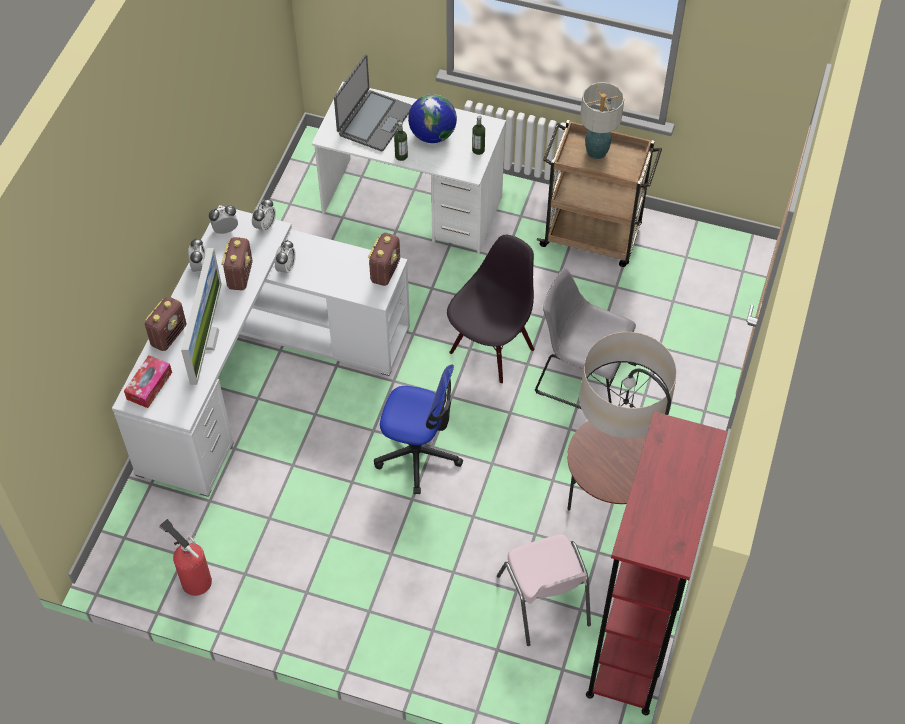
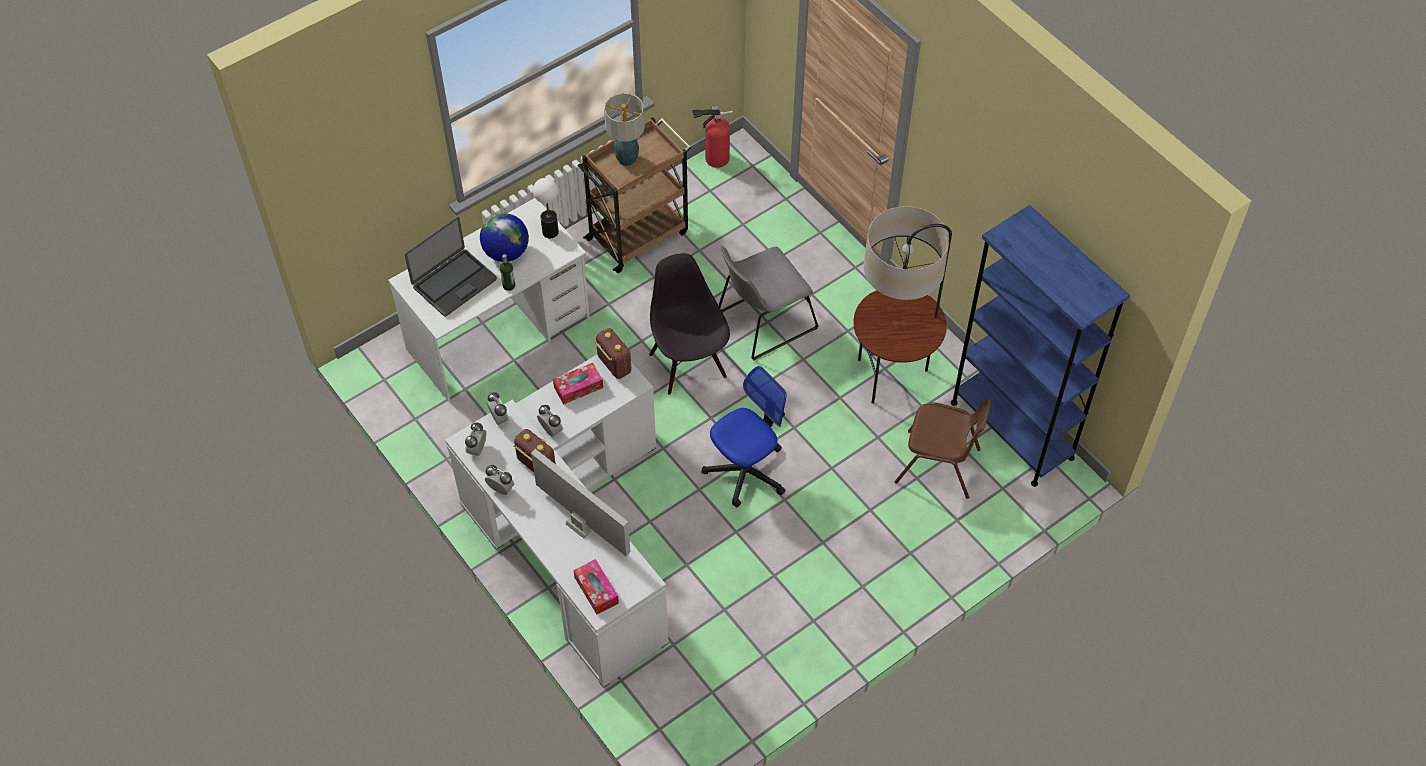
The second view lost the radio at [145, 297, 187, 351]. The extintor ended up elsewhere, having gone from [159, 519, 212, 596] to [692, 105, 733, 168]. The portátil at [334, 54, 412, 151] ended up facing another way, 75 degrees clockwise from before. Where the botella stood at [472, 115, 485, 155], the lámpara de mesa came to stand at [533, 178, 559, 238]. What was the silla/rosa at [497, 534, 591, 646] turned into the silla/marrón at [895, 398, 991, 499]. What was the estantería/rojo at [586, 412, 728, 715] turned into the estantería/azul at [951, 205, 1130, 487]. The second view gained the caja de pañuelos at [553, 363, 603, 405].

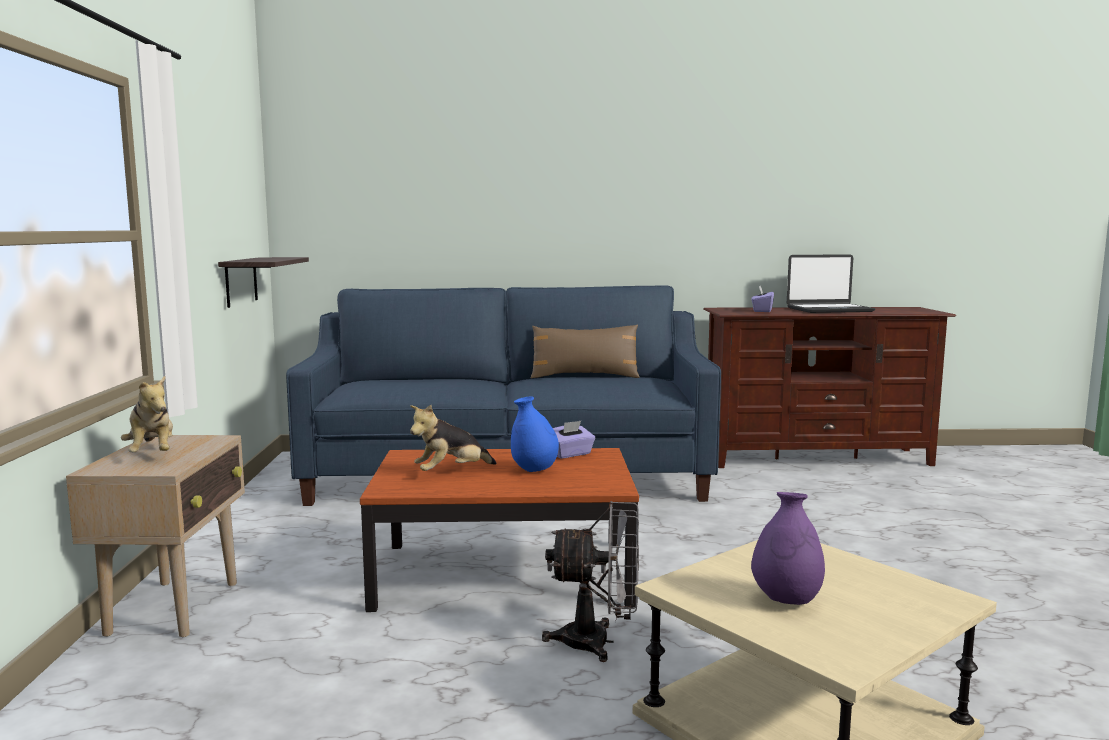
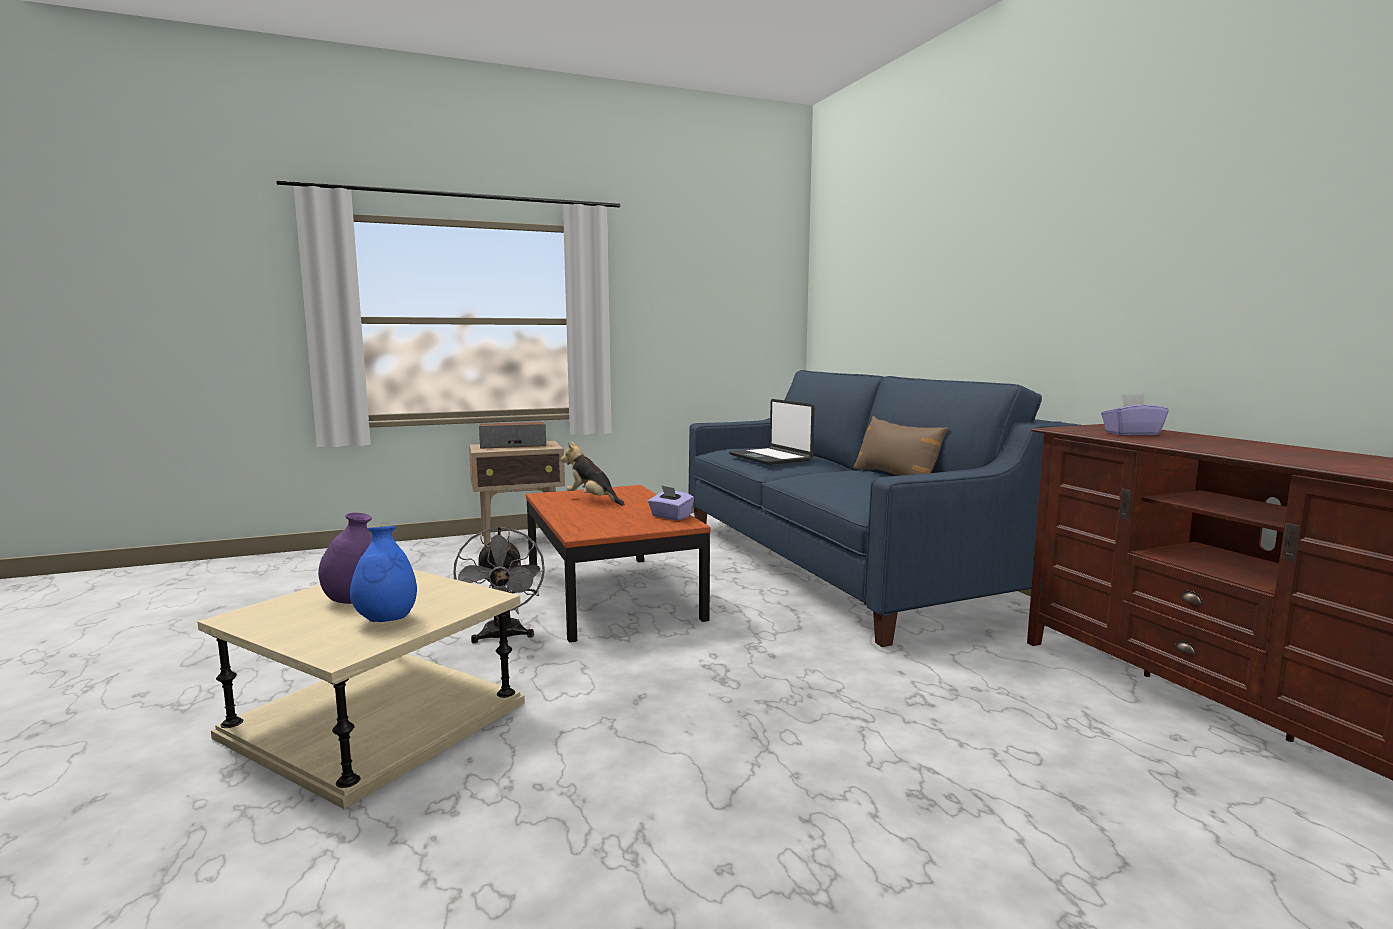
Where the peluche stood at [121, 376, 173, 452], the altavoz came to stand at [479, 422, 546, 449]. The second view lost the estante at [218, 257, 309, 308]. The florero/azul ended up elsewhere, having gone from [511, 396, 559, 472] to [350, 526, 417, 622]. The portátil ended up elsewhere, having gone from [787, 254, 875, 313] to [729, 399, 815, 465].

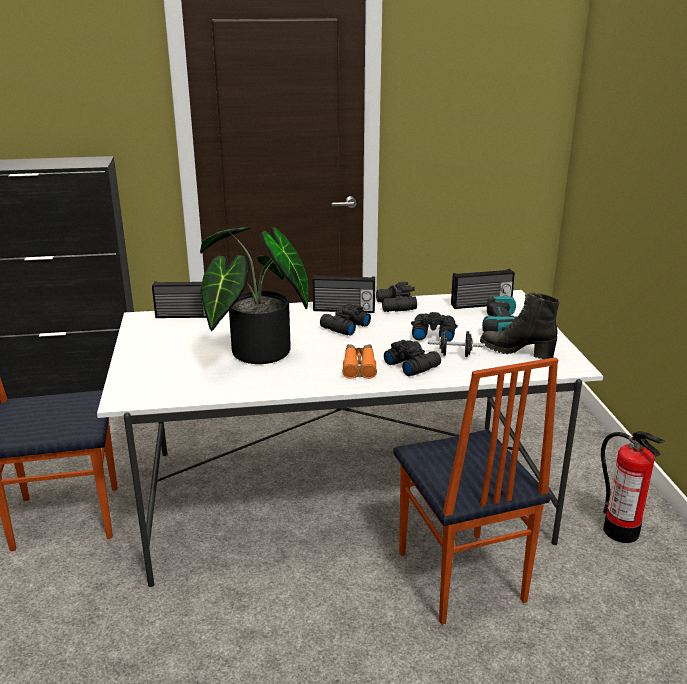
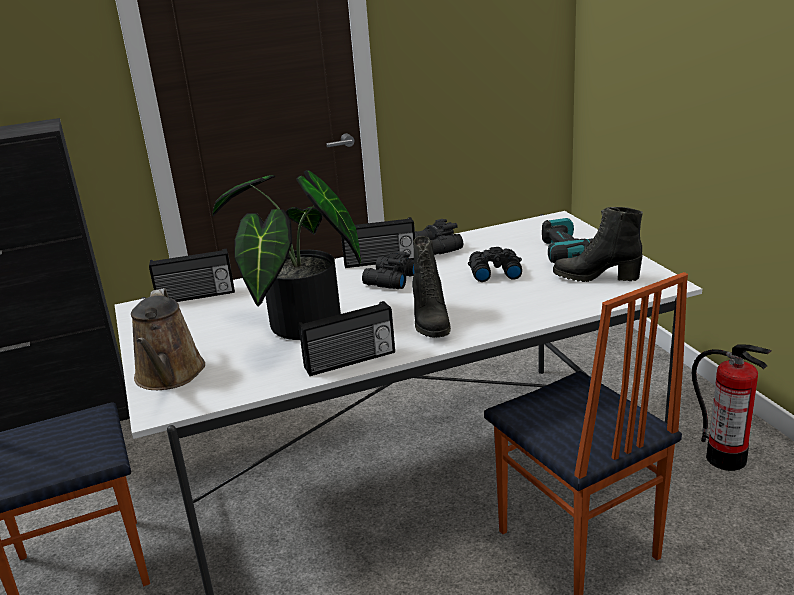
Where the prismáticos/naranja stood at [343, 344, 377, 379], the bota/negro came to stand at [412, 236, 451, 338]. The second view lost the prismáticos/negro at [384, 340, 441, 376]. The second view lost the mancuerna/negro at [428, 330, 485, 357]. The radio ended up elsewhere, having gone from [451, 269, 515, 309] to [298, 301, 395, 376]. The second view gained the regadera/marrón at [131, 288, 205, 390].

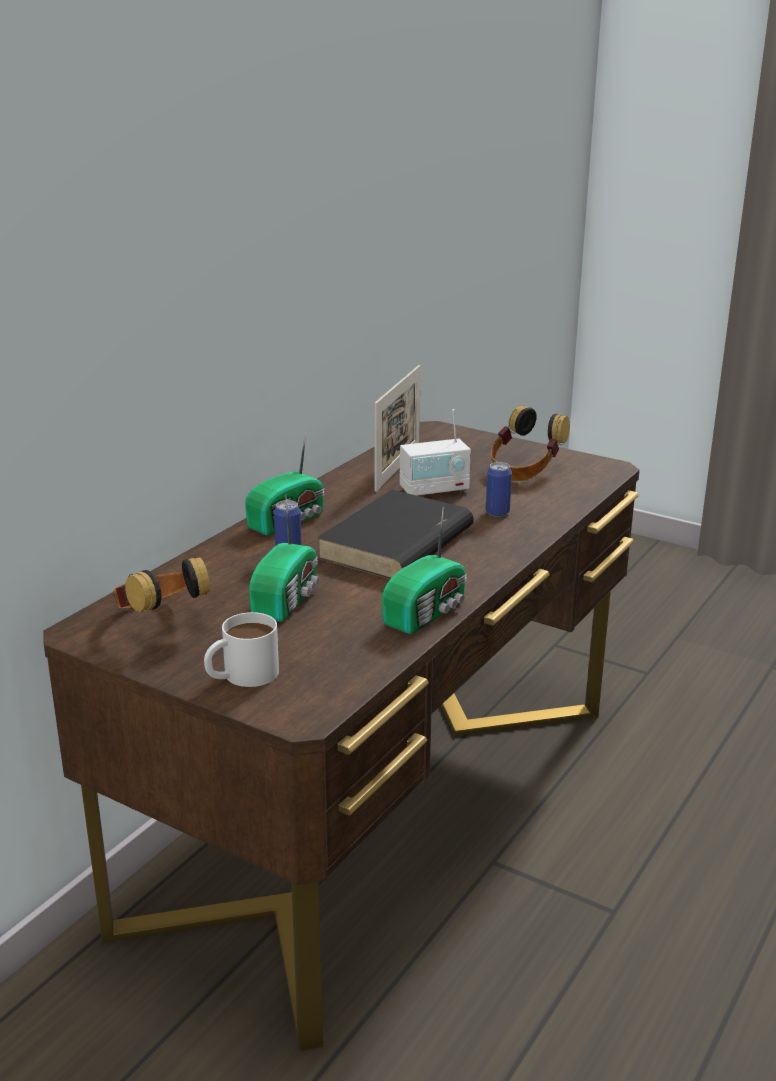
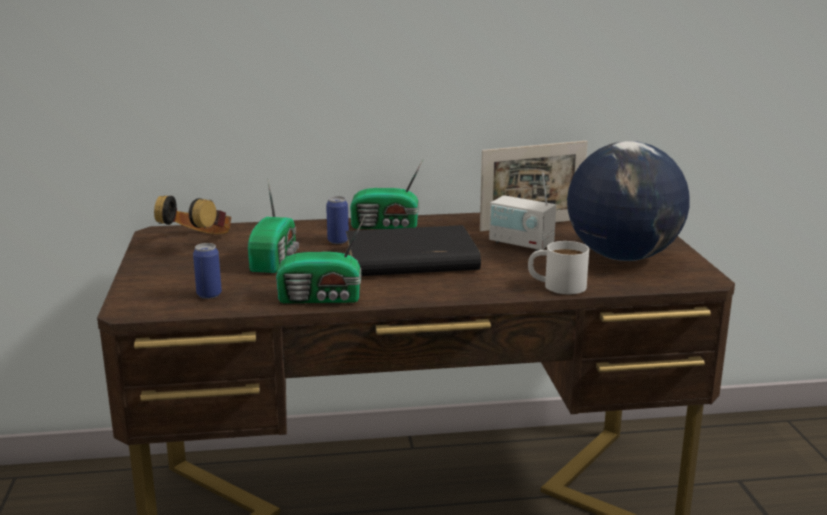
The taza grande/blanco ended up elsewhere, having gone from [204, 612, 279, 687] to [528, 241, 589, 294]. The radio at [249, 495, 320, 622] ended up facing another way, 60 degrees counterclockwise from before. The lata ended up elsewhere, having gone from [486, 462, 512, 517] to [193, 243, 222, 299]. Where the auriculares stood at [491, 406, 570, 481], the globo terráqueo came to stand at [567, 141, 689, 261].

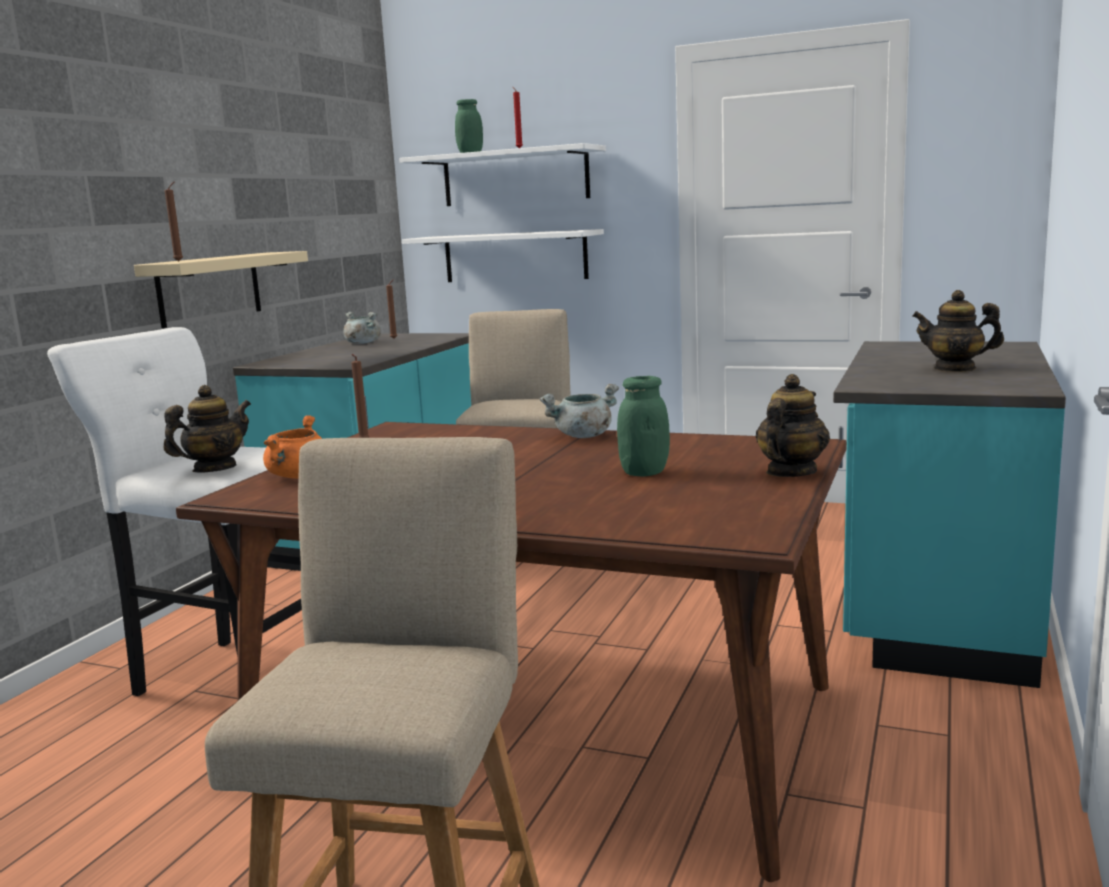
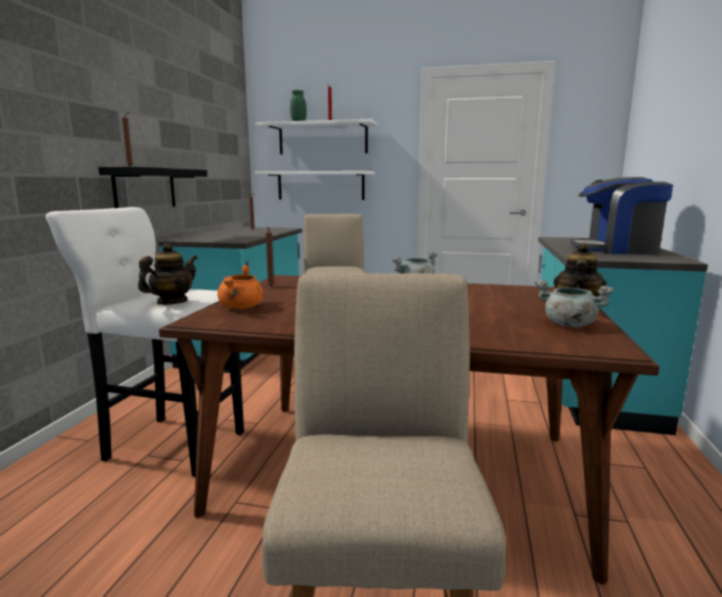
What was the estante/beis at [134, 251, 308, 328] turned into the estante/negro at [98, 167, 207, 208]. The olla/gris ended up elsewhere, having gone from [343, 312, 381, 344] to [535, 280, 614, 327]. The second view lost the tarro/verde at [617, 376, 670, 476]. Where the tetera stood at [912, 290, 1004, 372], the cafetera came to stand at [570, 177, 673, 254].

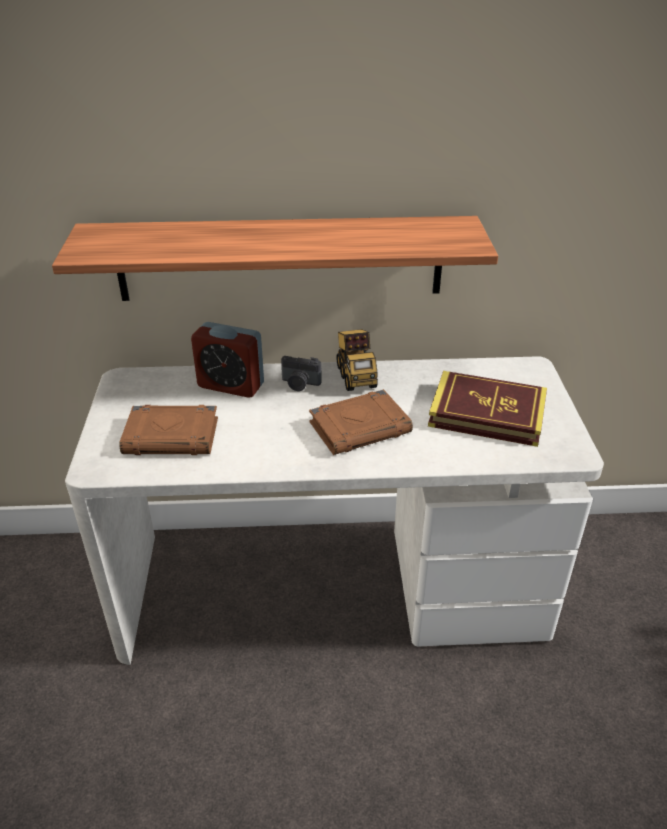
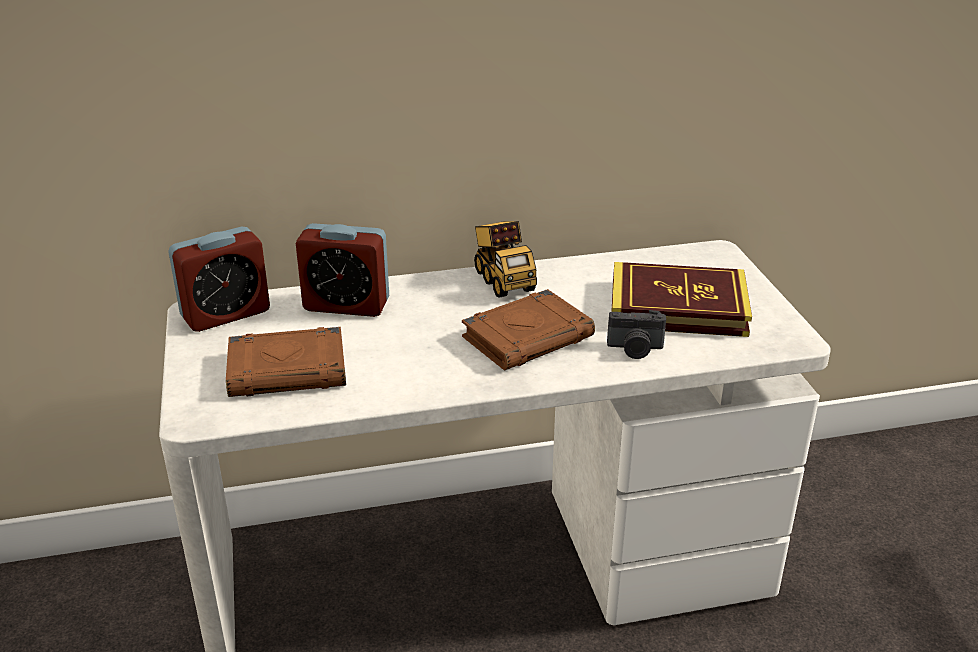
The second view lost the estante at [52, 216, 498, 301]. The cámara ended up elsewhere, having gone from [281, 356, 322, 391] to [607, 310, 666, 359]. The second view gained the despertador at [168, 227, 270, 332].

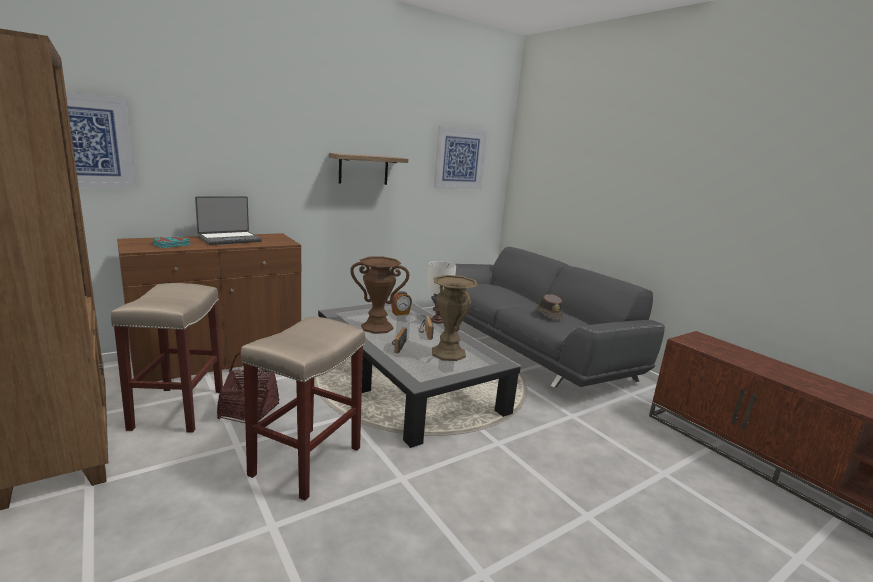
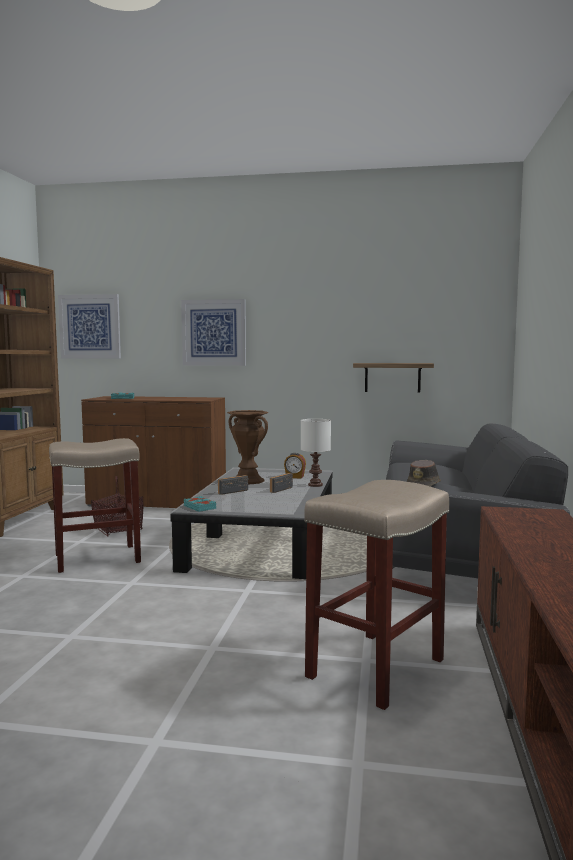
The taburete/beis ended up elsewhere, having gone from [111, 283, 223, 433] to [304, 480, 449, 710]. The second view lost the portátil at [195, 196, 262, 245]. The estante ended up elsewhere, having gone from [329, 153, 408, 185] to [353, 363, 434, 392]. The second view lost the florero/marrón at [432, 275, 478, 361]. The cuadro ended up elsewhere, having gone from [434, 126, 487, 189] to [181, 299, 246, 366]. The second view gained the libro/turquesa at [184, 496, 217, 512].

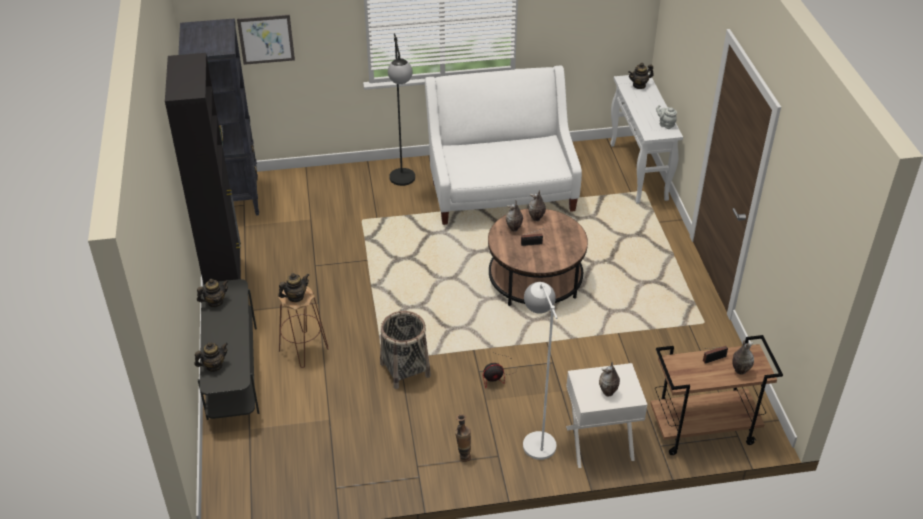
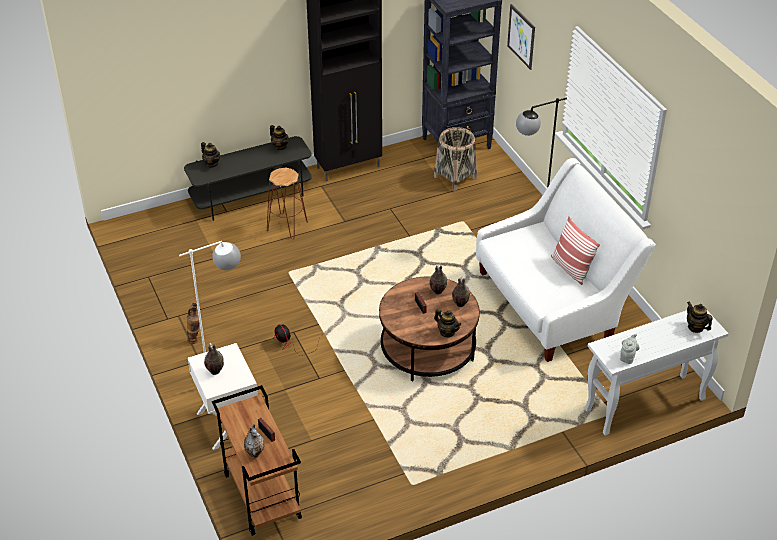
The tetera ended up elsewhere, having gone from [279, 273, 309, 302] to [434, 308, 461, 337]. The cesta ended up elsewhere, having gone from [380, 311, 431, 389] to [434, 127, 477, 191]. The second view gained the cojín at [551, 216, 600, 285].

